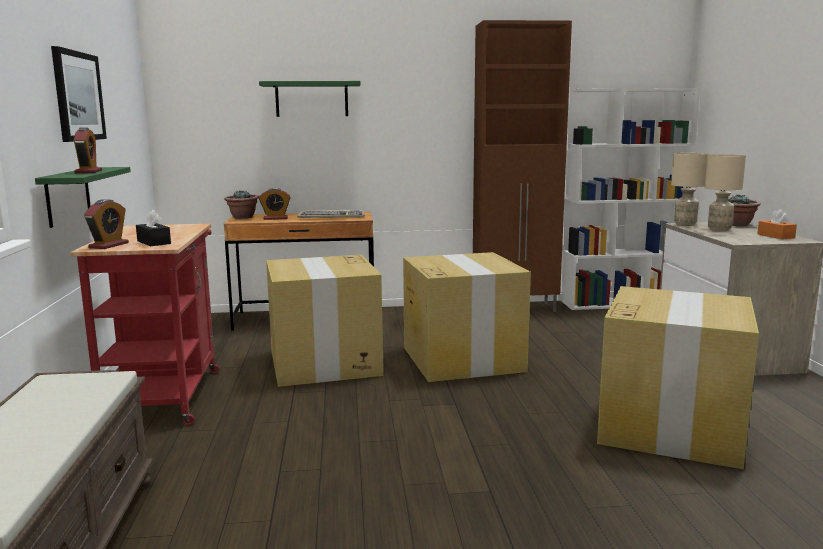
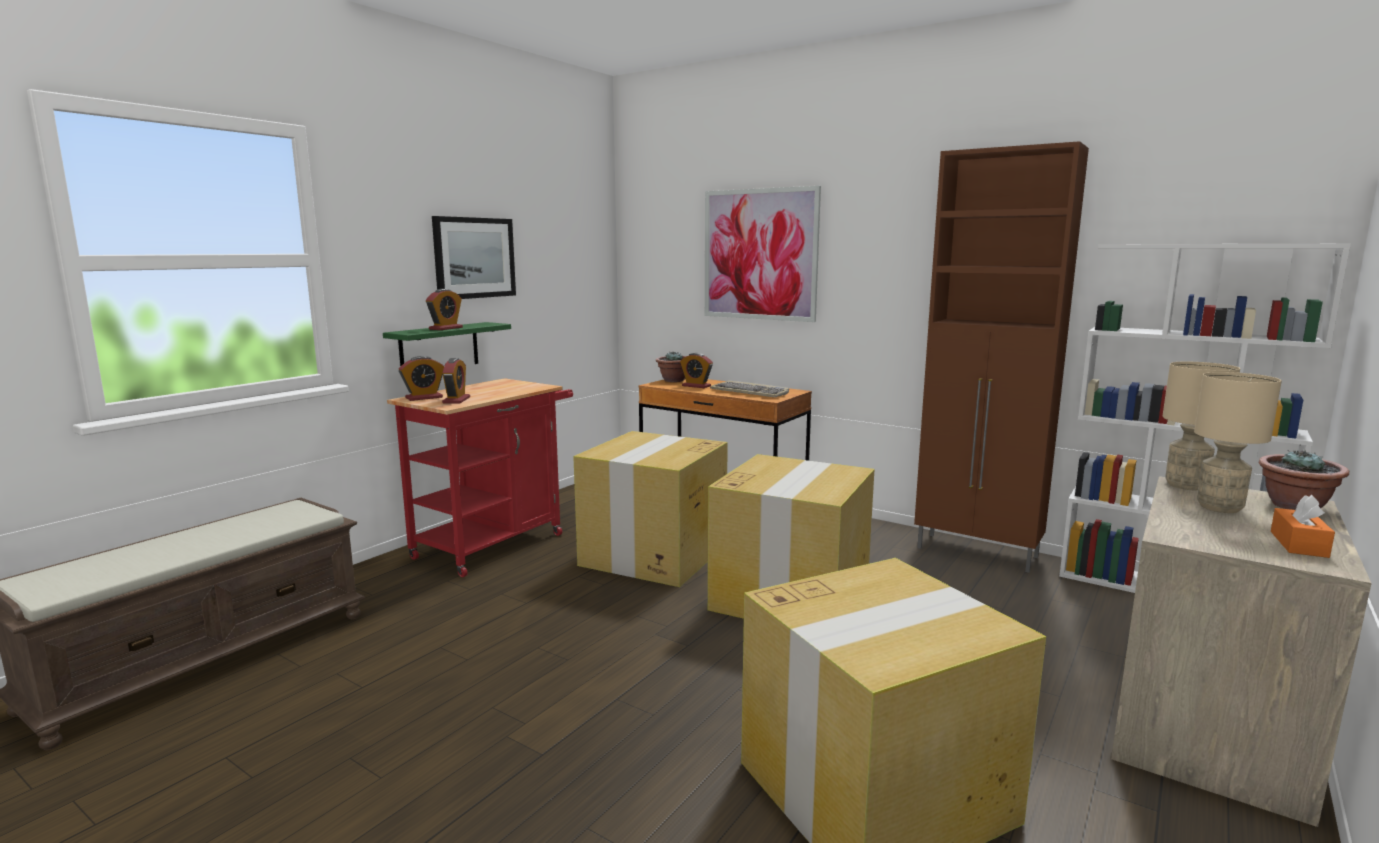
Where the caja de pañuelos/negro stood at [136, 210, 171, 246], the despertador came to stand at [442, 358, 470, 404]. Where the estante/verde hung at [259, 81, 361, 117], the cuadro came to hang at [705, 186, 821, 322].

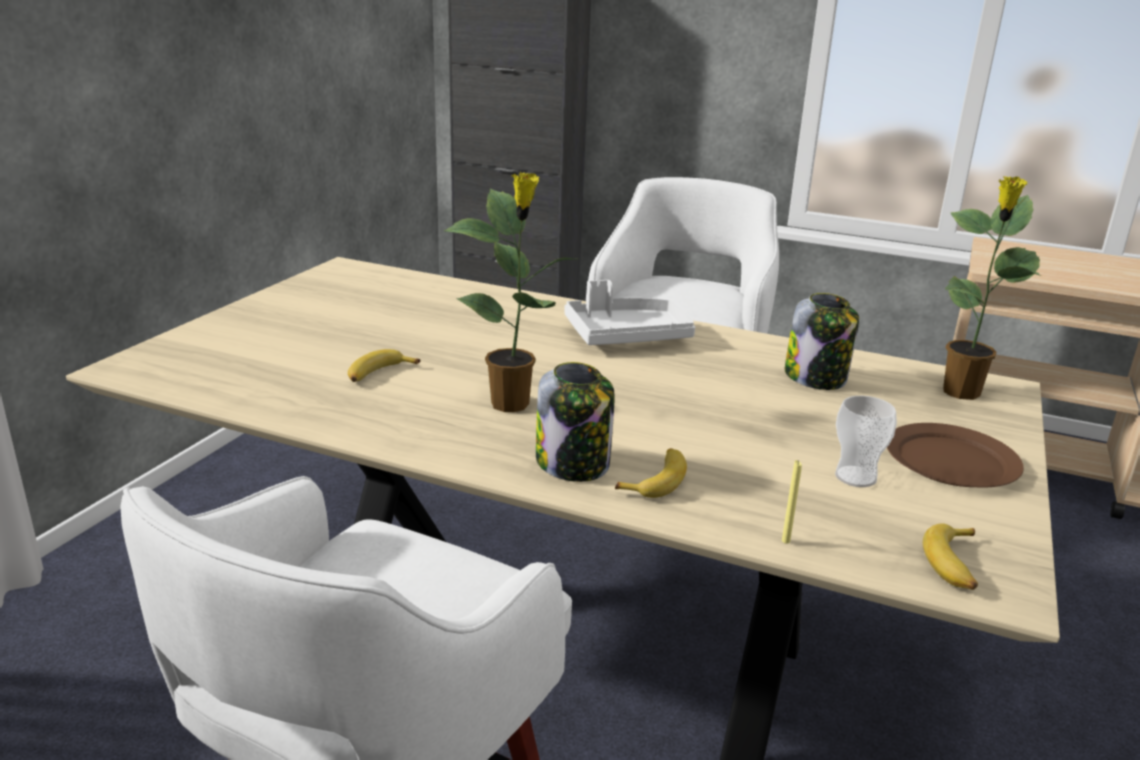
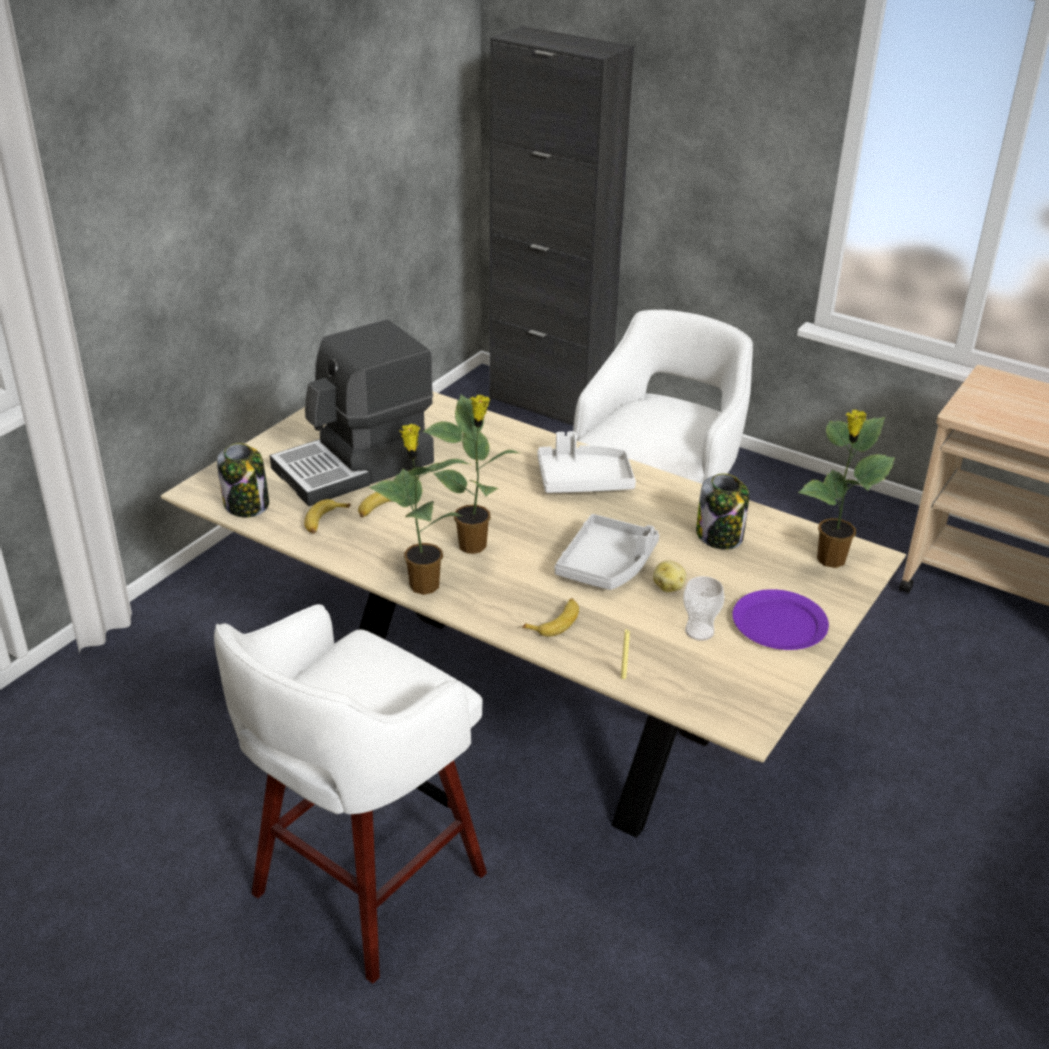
The tarro ended up elsewhere, having gone from [536, 362, 614, 482] to [217, 443, 269, 518]. What was the plato/marrón at [887, 423, 1024, 487] turned into the plato/morado at [732, 589, 829, 650]. The plátano ended up elsewhere, having gone from [923, 523, 978, 590] to [304, 499, 351, 534]. The second view gained the cafetera at [270, 319, 434, 506]. The second view gained the planta en maceta at [369, 424, 470, 595]. The second view gained the bandeja/gris at [555, 514, 659, 590]. The second view gained the patata at [653, 561, 686, 592].

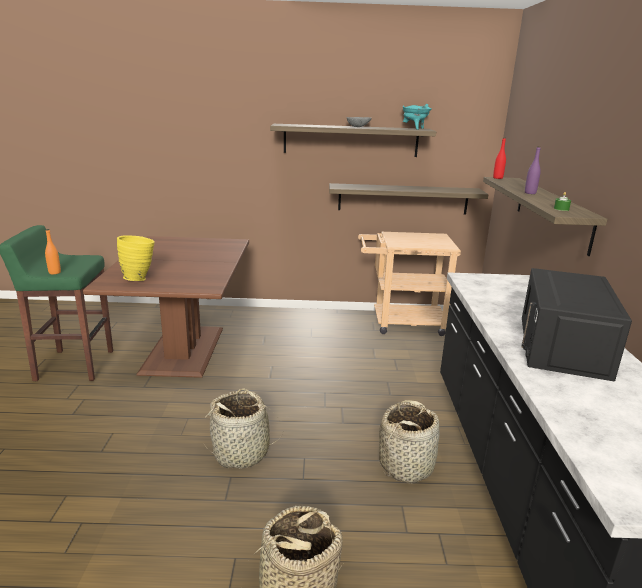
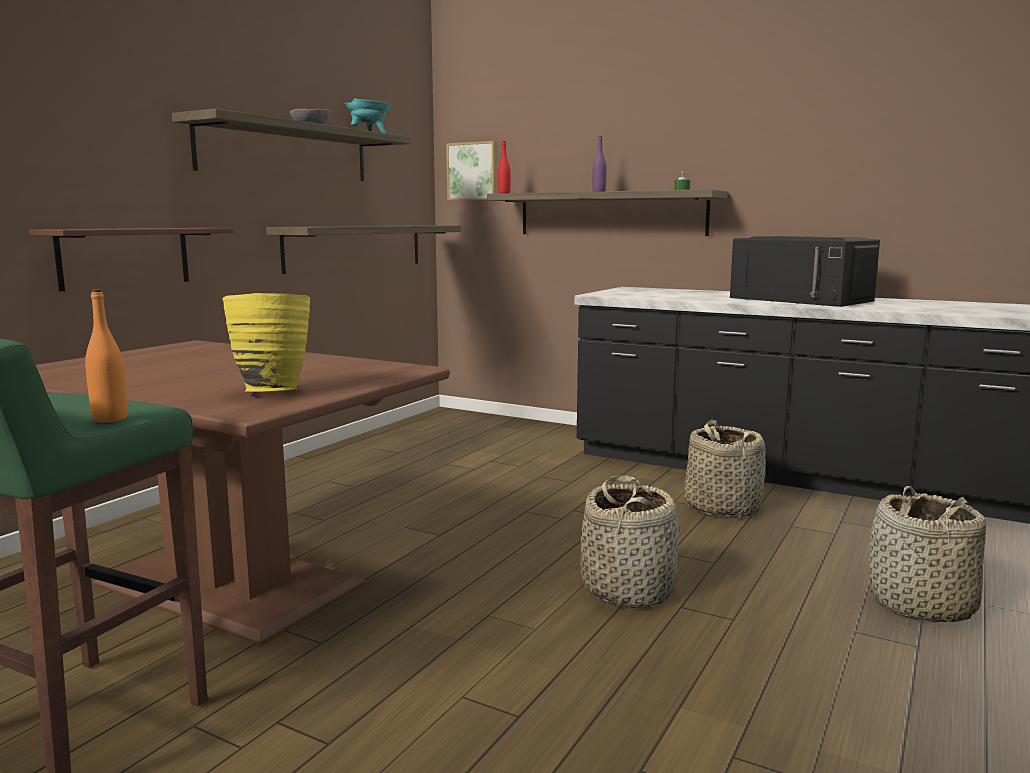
The second view lost the carrito/beis at [358, 232, 461, 336]. The second view gained the estante/marrón at [29, 228, 233, 291]. The second view gained the cuadro at [446, 141, 497, 200].

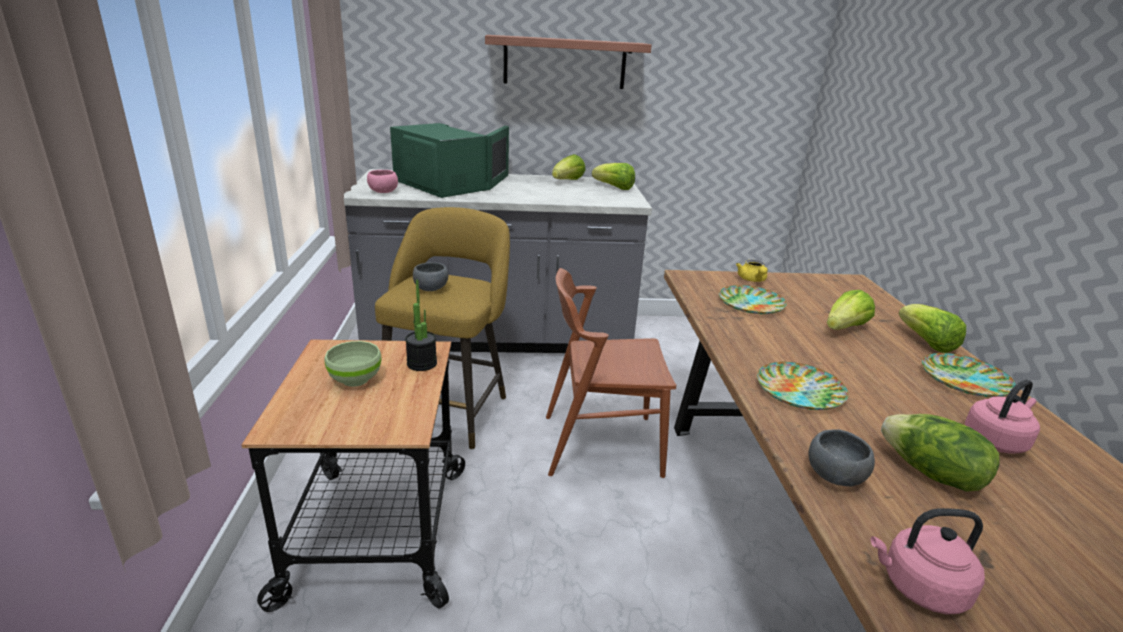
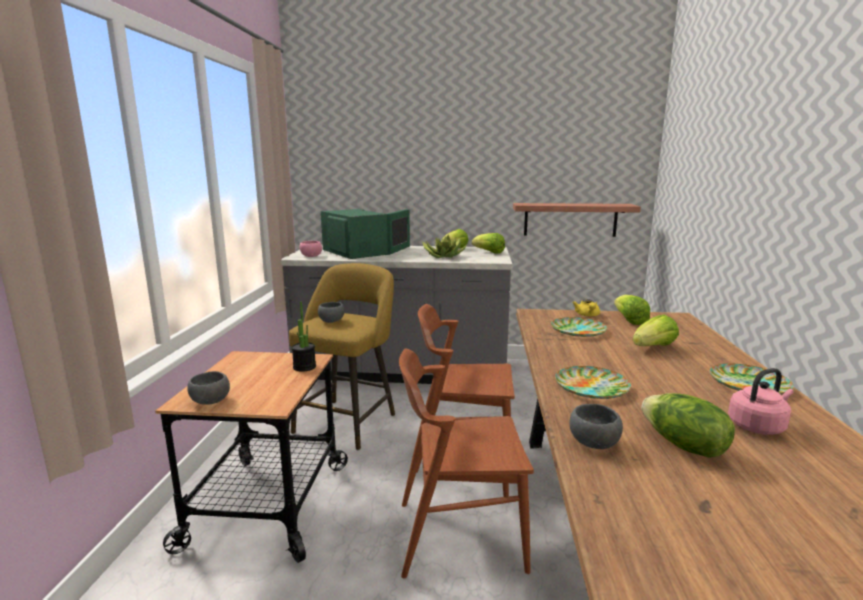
The second view lost the cuenco/verde at [324, 341, 382, 387]. The estante ended up elsewhere, having gone from [485, 35, 652, 89] to [513, 203, 641, 237]. The second view lost the hervidor/rosa at [871, 508, 985, 615]. The lechuga ended up elsewhere, having gone from [899, 304, 966, 353] to [614, 295, 650, 325]. The second view gained the cuenco/gris at [187, 371, 230, 405]. The second view gained the silla/marrón at [399, 348, 534, 578]. The second view gained the planta en maceta at [422, 234, 467, 258].

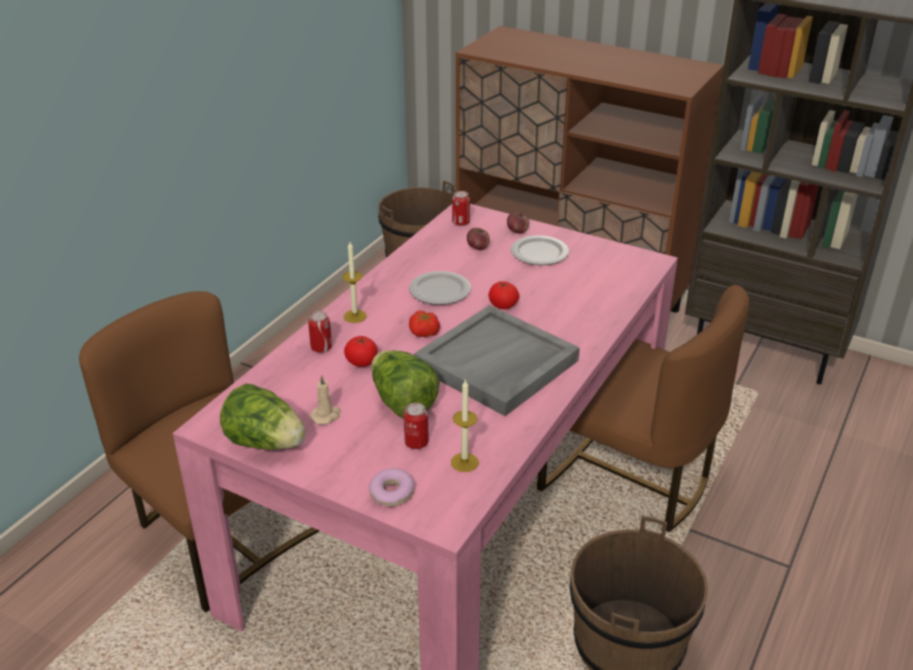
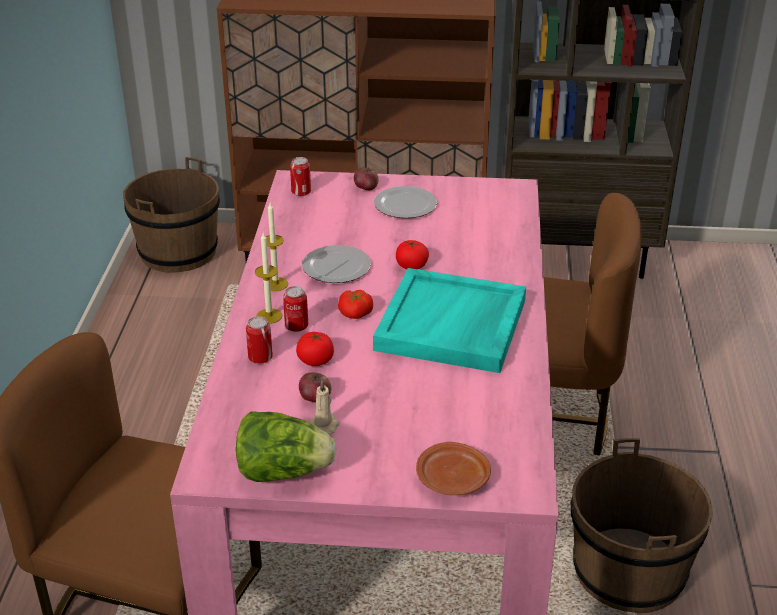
Where the rosquilla stood at [369, 468, 414, 507], the plato/marrón came to stand at [416, 442, 491, 495]. The second view lost the lechuga at [371, 350, 439, 418]. The lata ended up elsewhere, having gone from [404, 403, 429, 449] to [283, 286, 308, 332]. What was the bandeja/gris at [414, 305, 580, 416] turned into the bandeja/turquesa at [373, 268, 526, 373]. The vela ended up elsewhere, having gone from [451, 379, 479, 472] to [263, 203, 288, 291]. The manzana ended up elsewhere, having gone from [467, 228, 490, 250] to [299, 372, 331, 403].

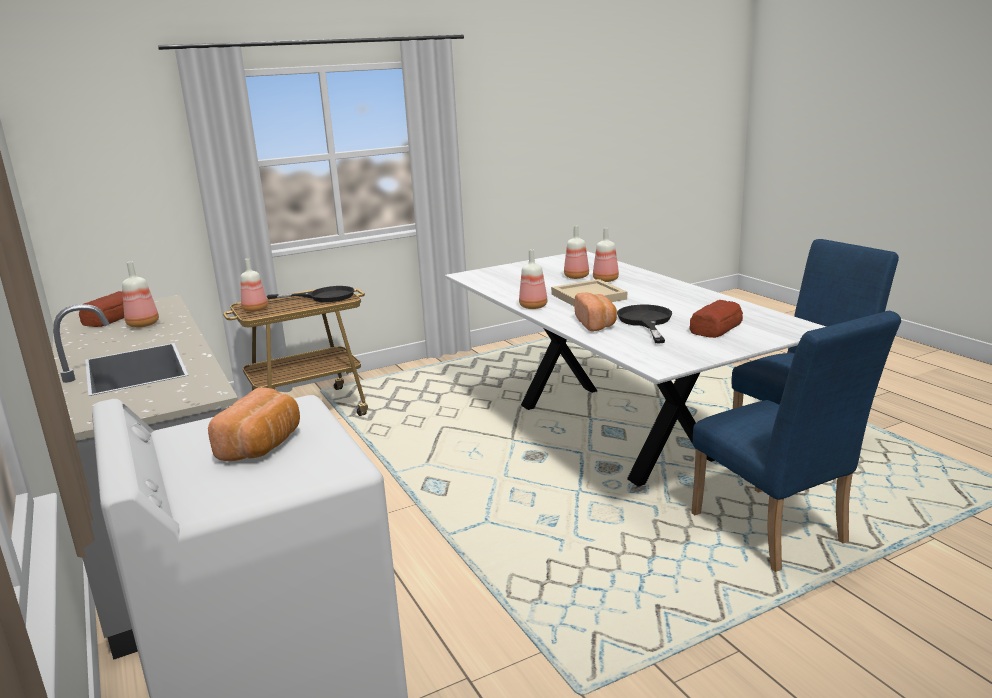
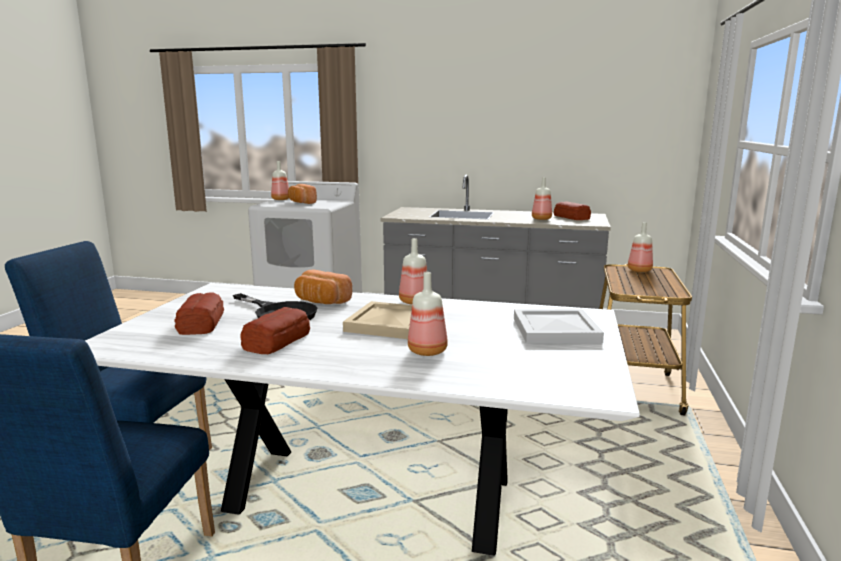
The second view lost the sartén/negro at [267, 286, 354, 302]. The botella ended up elsewhere, having gone from [564, 226, 589, 279] to [271, 161, 289, 200]. The second view gained the pan at [240, 307, 310, 354]. The second view gained the bandeja/blanco at [514, 309, 604, 344].

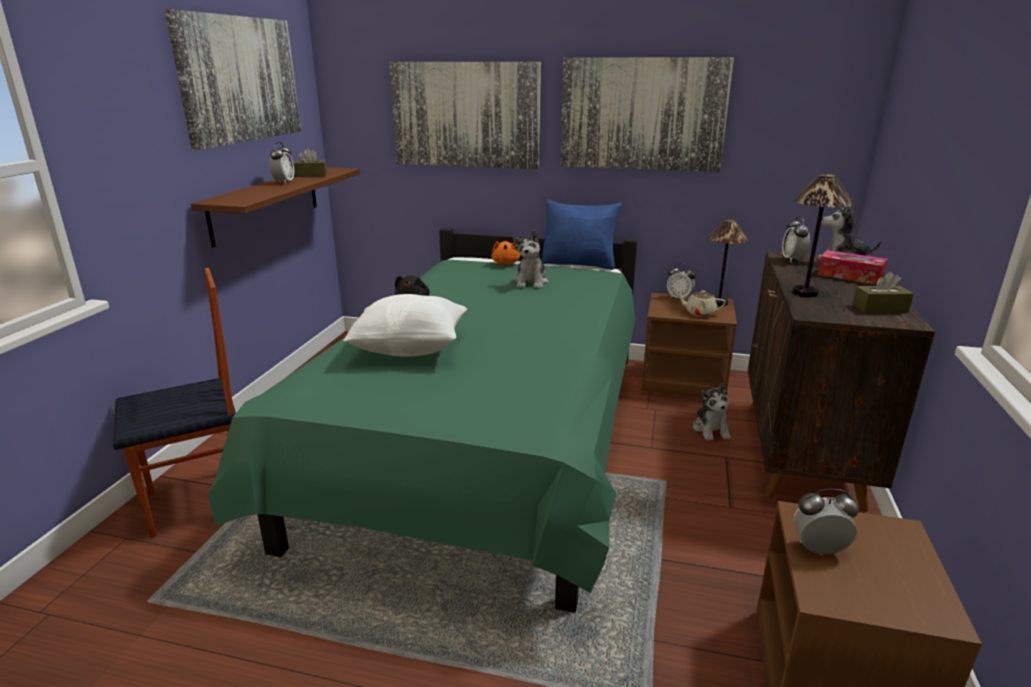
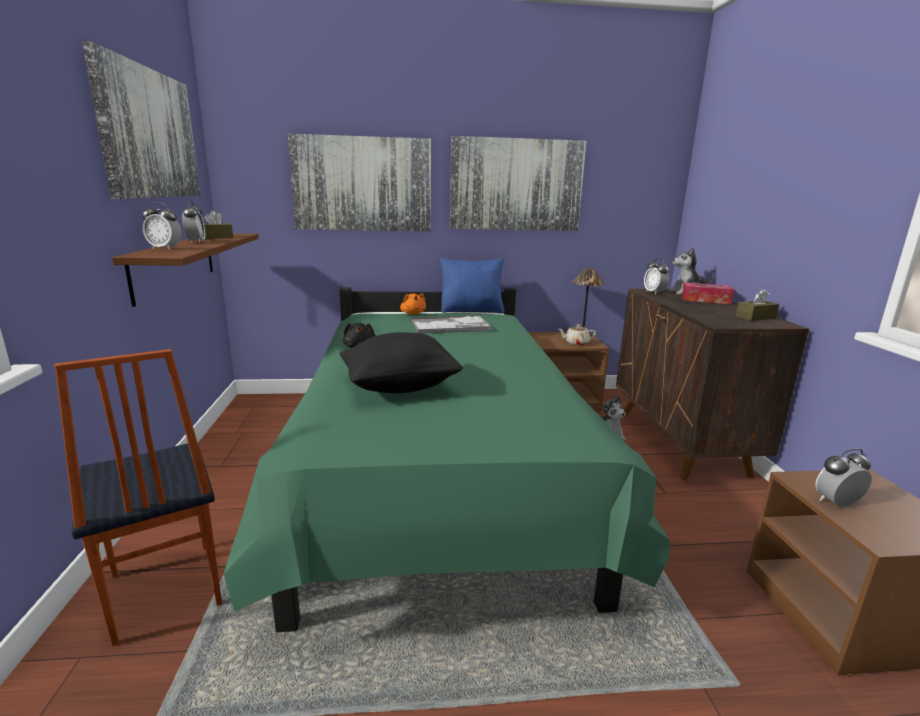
The silla at [113, 268, 236, 538] ended up facing another way, 105 degrees clockwise from before. What was the cojín/blanco at [343, 294, 467, 357] turned into the cojín/negro at [339, 332, 464, 393]. Where the peluche stood at [513, 230, 548, 289], the bandeja came to stand at [411, 315, 492, 333]. The despertador ended up elsewhere, having gone from [667, 263, 696, 301] to [142, 202, 182, 250]. The second view lost the lámpara de mesa at [793, 174, 854, 297].

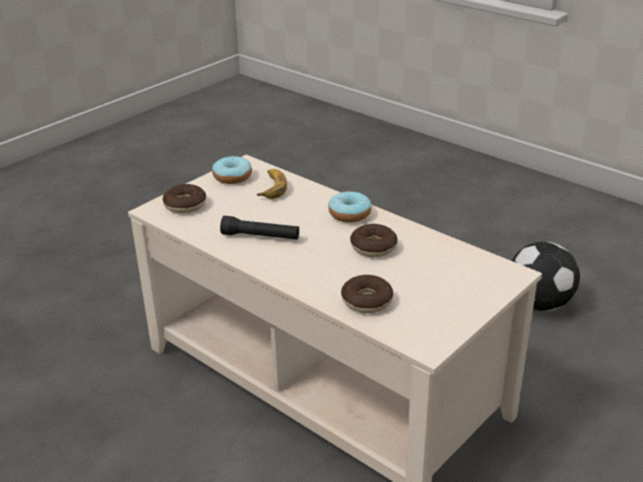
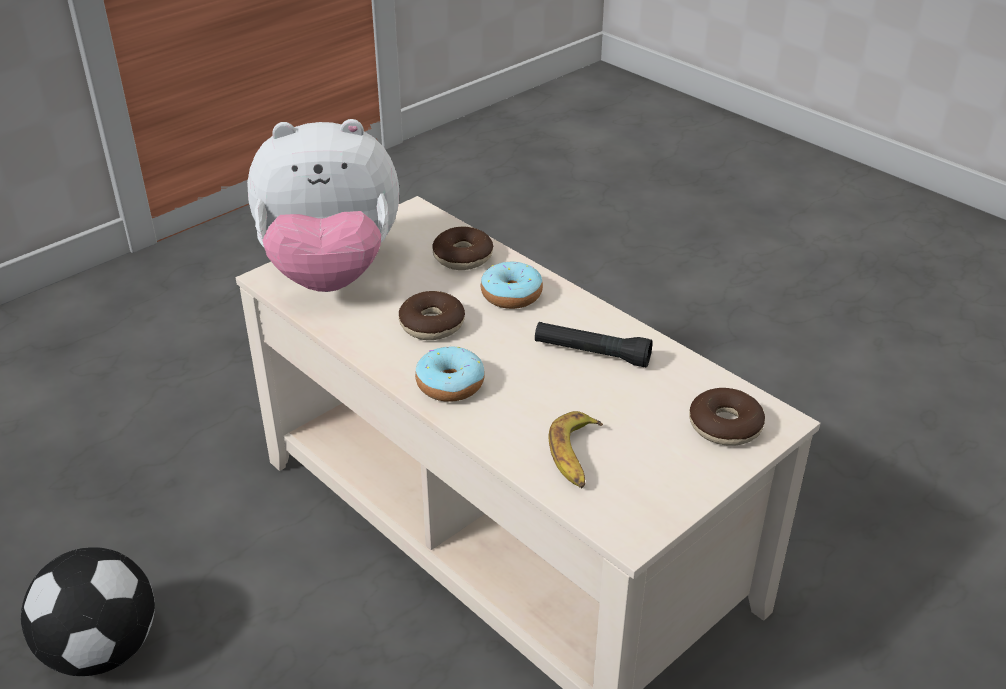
The rosquilla ended up elsewhere, having gone from [212, 156, 252, 184] to [481, 262, 543, 309]. The second view gained the peluche at [247, 119, 400, 292].

